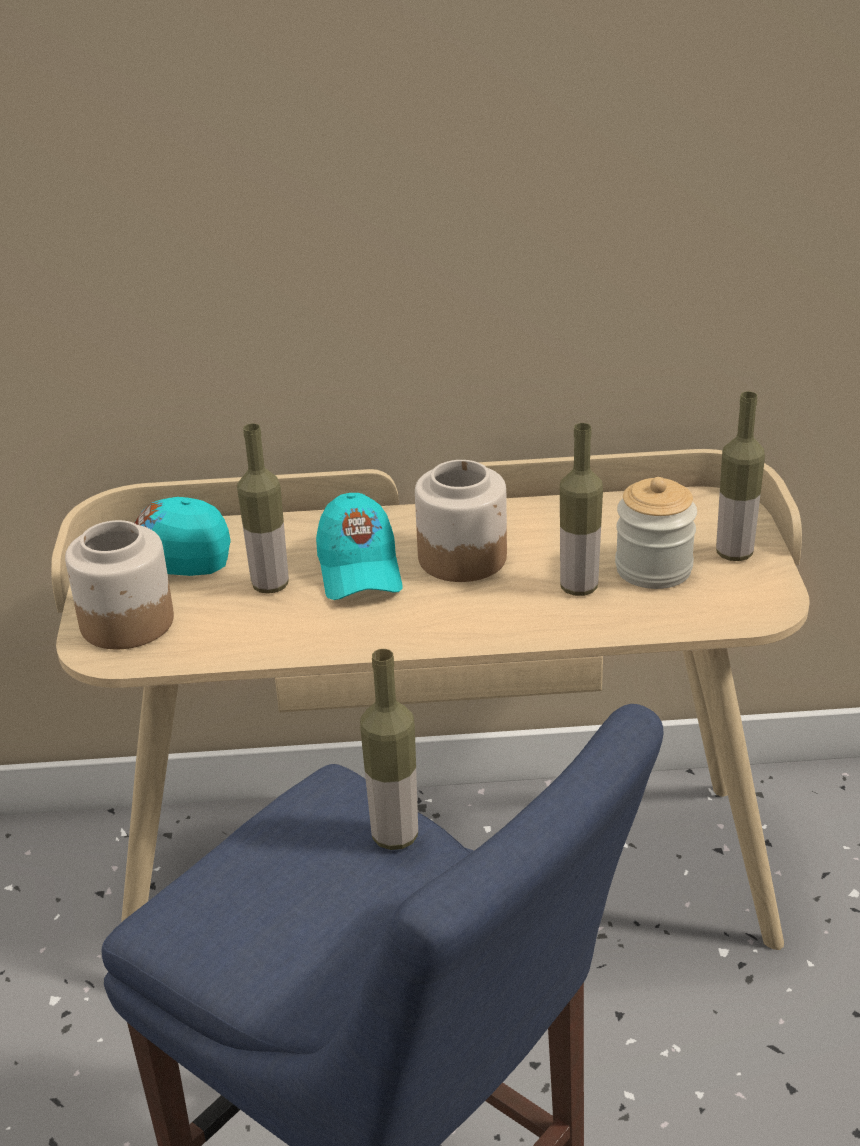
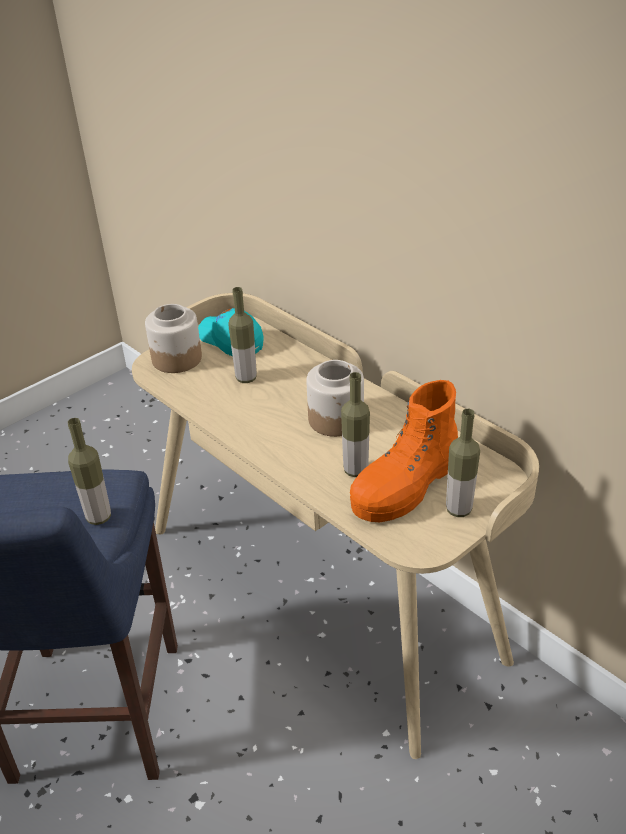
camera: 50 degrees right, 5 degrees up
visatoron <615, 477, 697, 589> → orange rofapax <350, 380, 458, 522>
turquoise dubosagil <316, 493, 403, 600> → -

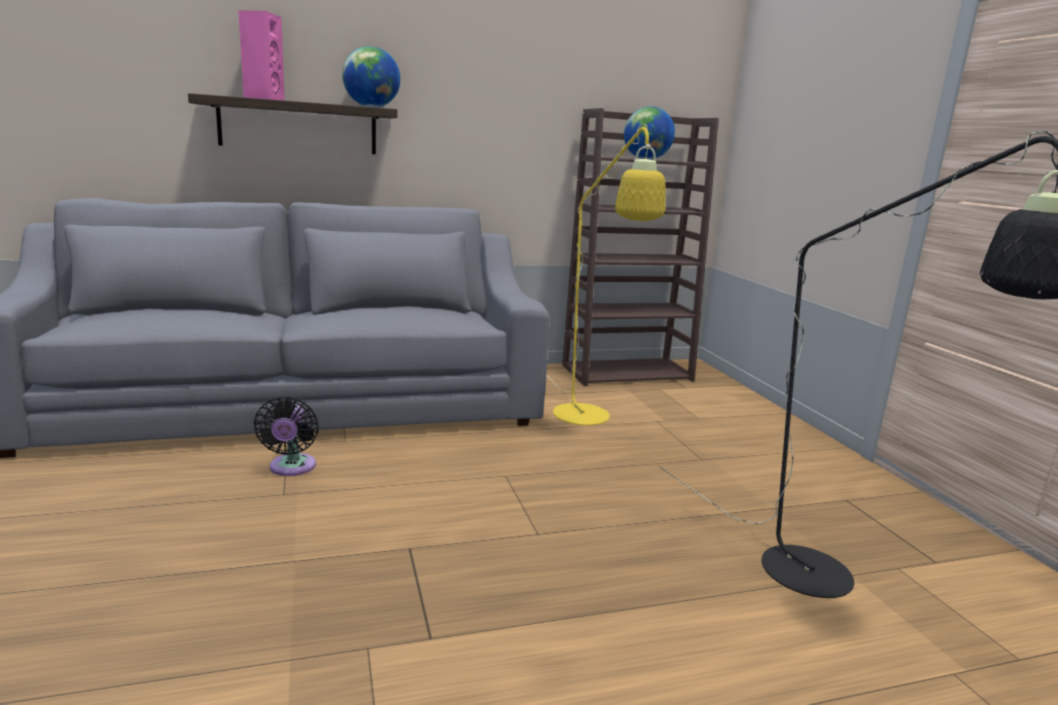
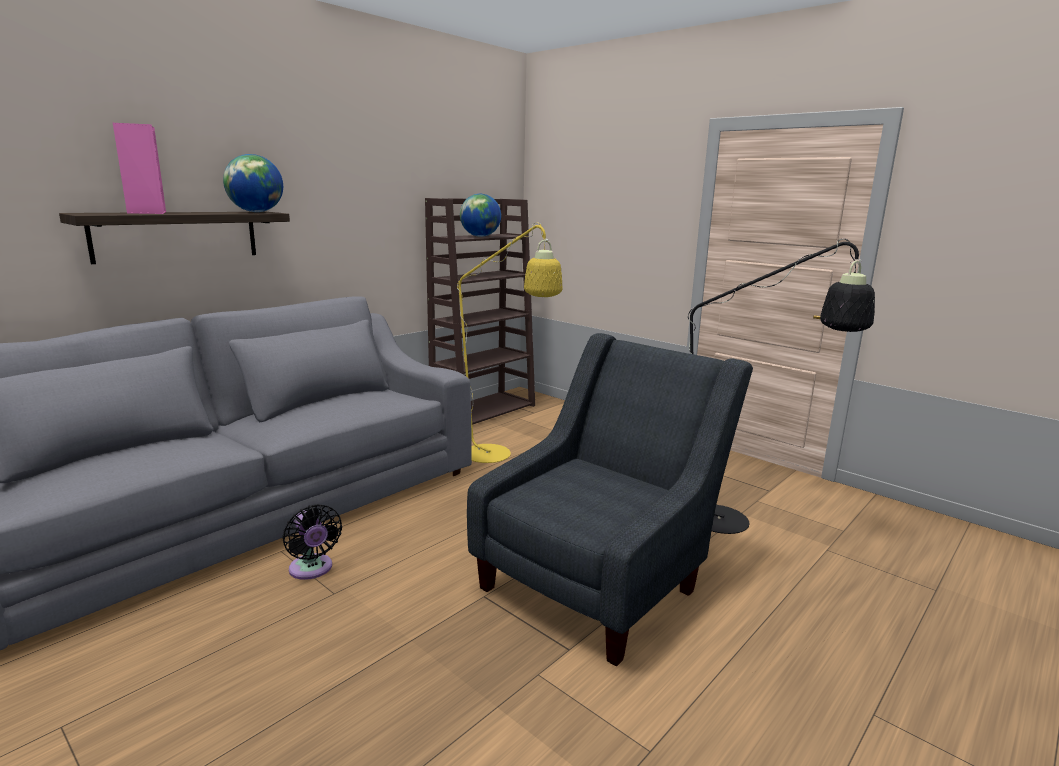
camera: 30 degrees left, 0 degrees up
- → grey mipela <467, 333, 753, 667>

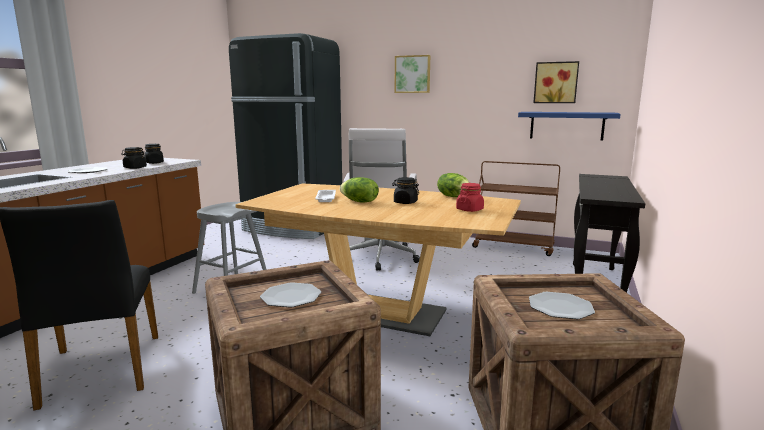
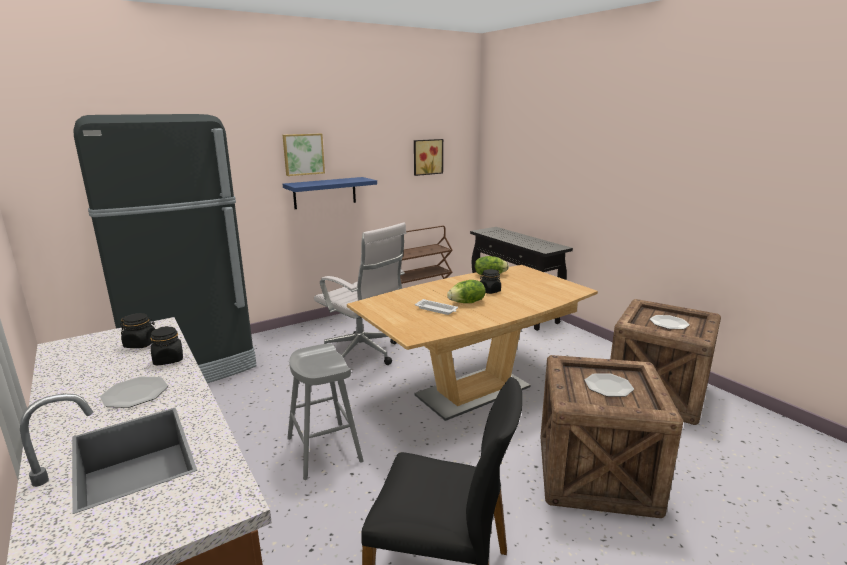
camera: 55 degrees left, 5 degrees up
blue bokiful <518, 112, 621, 141> → blue bokiful <283, 177, 377, 209>, relocated
red visatoron <456, 183, 484, 212> → -

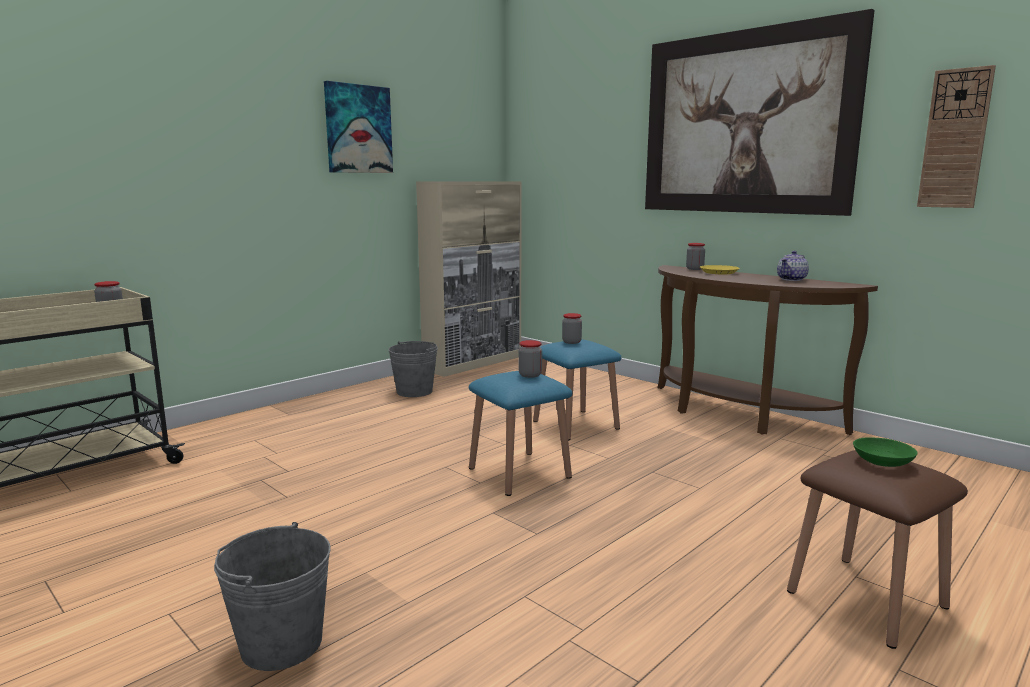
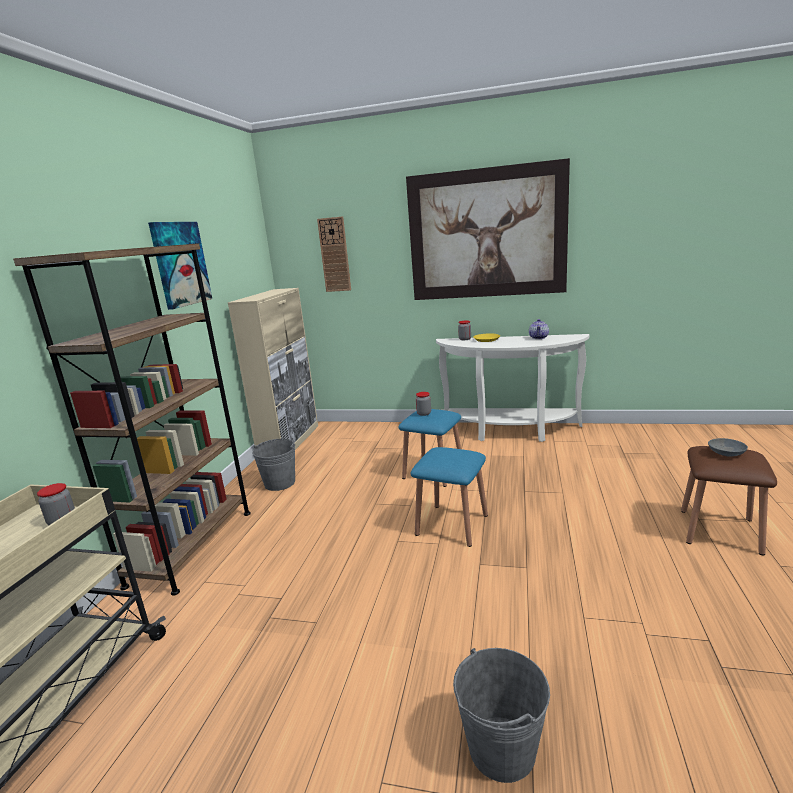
camera: 30 degrees left, 5 degrees up
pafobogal <917, 65, 996, 208> → pafobogal <317, 216, 351, 292>, relocated
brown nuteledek <658, 265, 878, 435> → white nuteledek <436, 334, 589, 442>
visatoron <519, 340, 542, 378> → -
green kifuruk <853, 437, 918, 467> → grey kifuruk <708, 438, 748, 457>
- → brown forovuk <13, 243, 251, 596>

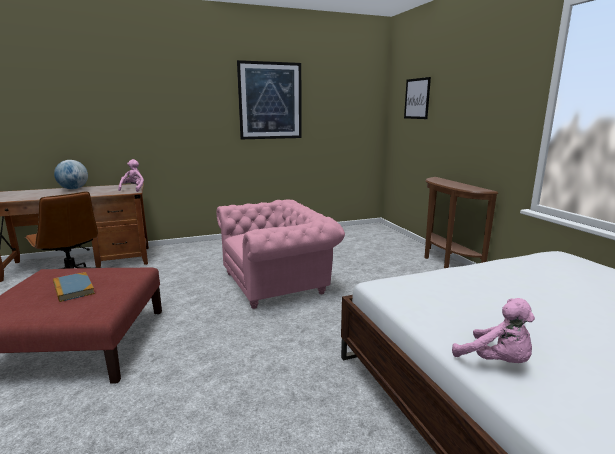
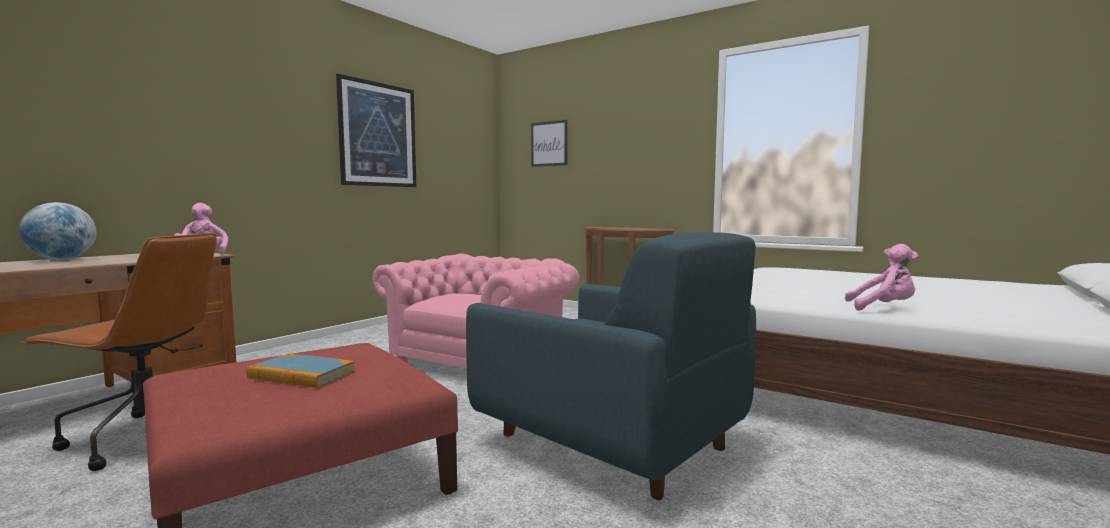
camera: 35 degrees left, 10 degrees down
- → blue mipela <466, 232, 756, 500>

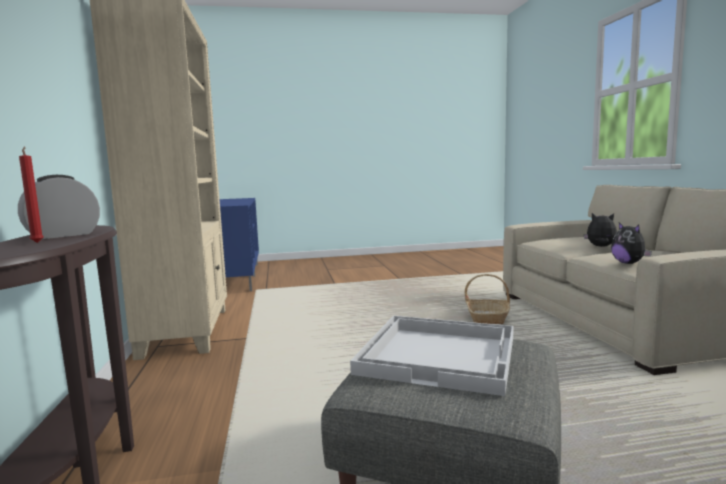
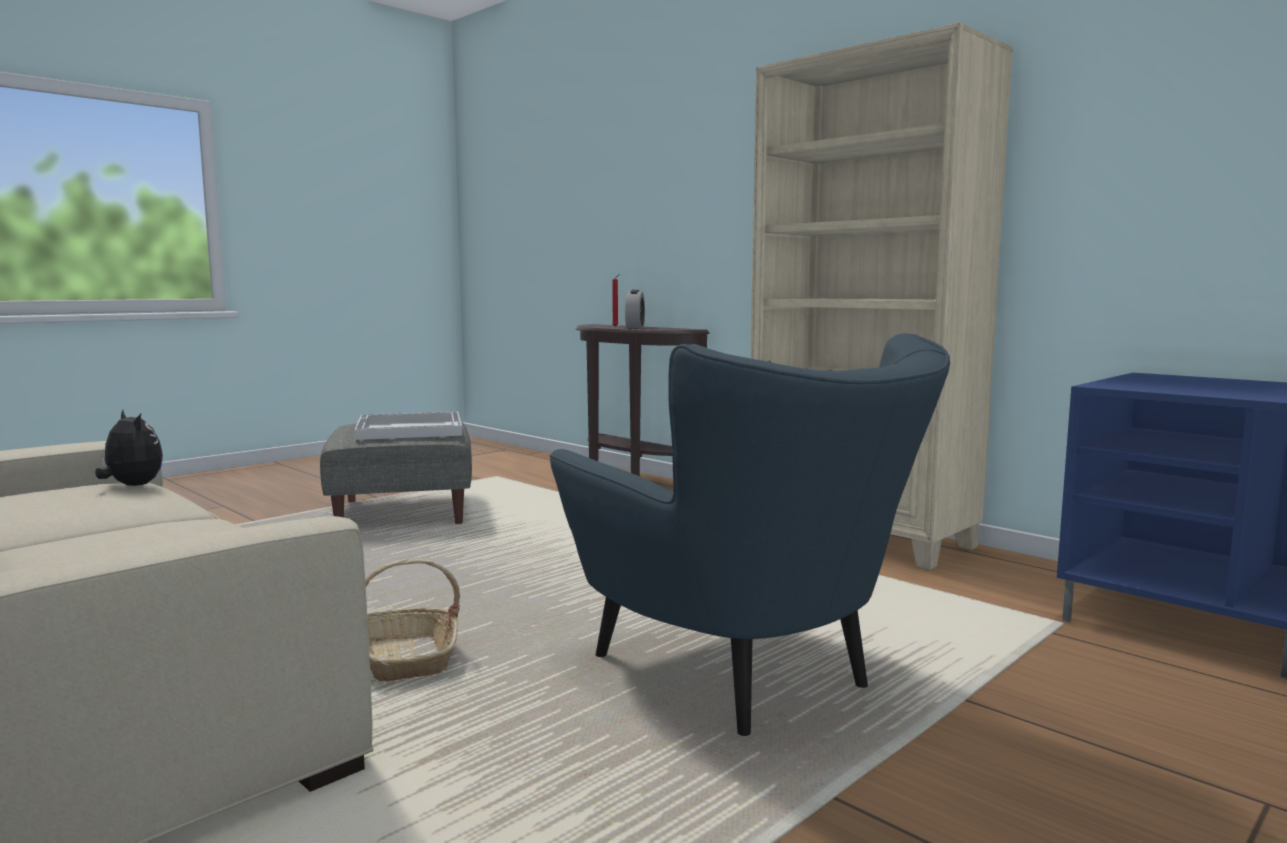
camera: 145 degrees right, 0 degrees up
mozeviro <584, 213, 617, 247> → -
- → blue mipela <550, 333, 950, 736>

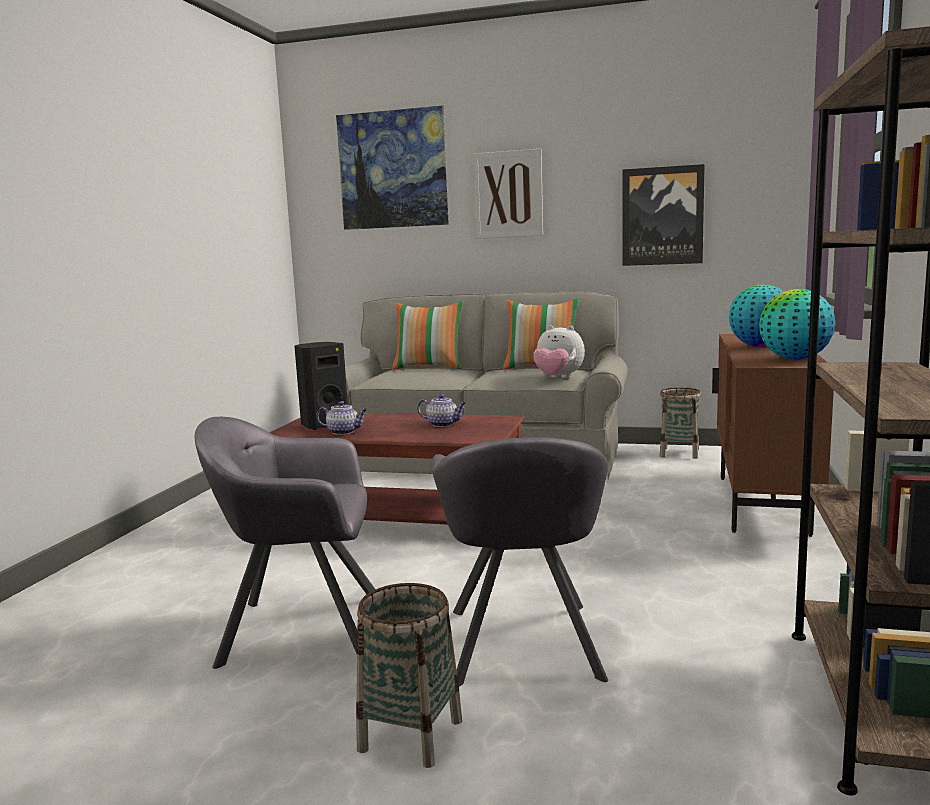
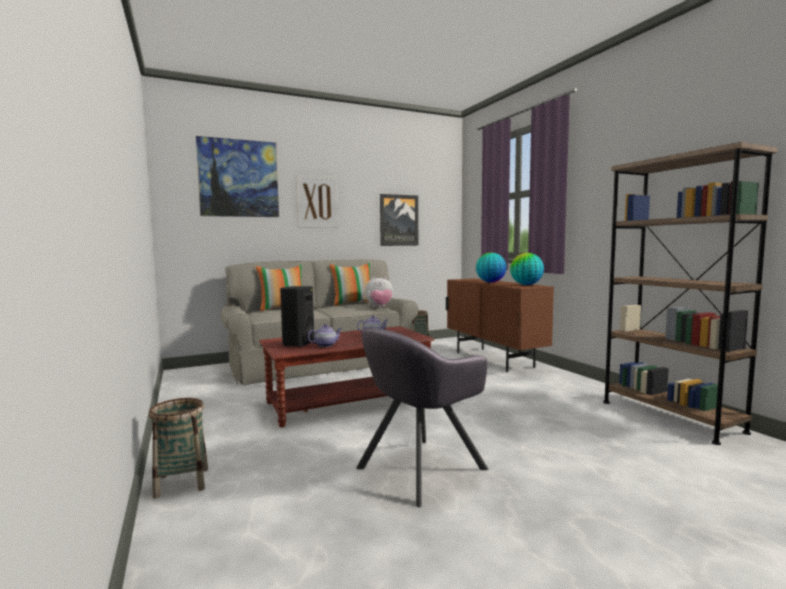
camera: 40 degrees left, 5 degrees down
grey mipela <432, 437, 608, 687> → -
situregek <356, 583, 462, 768> → situregek <149, 398, 208, 499>, relocated

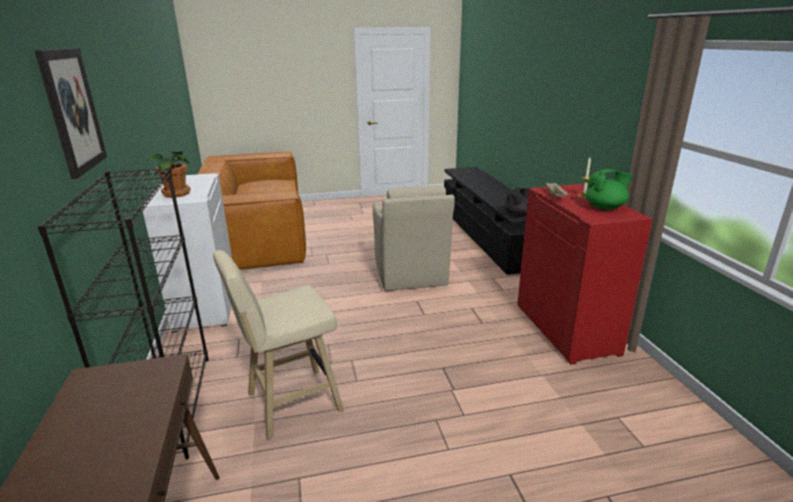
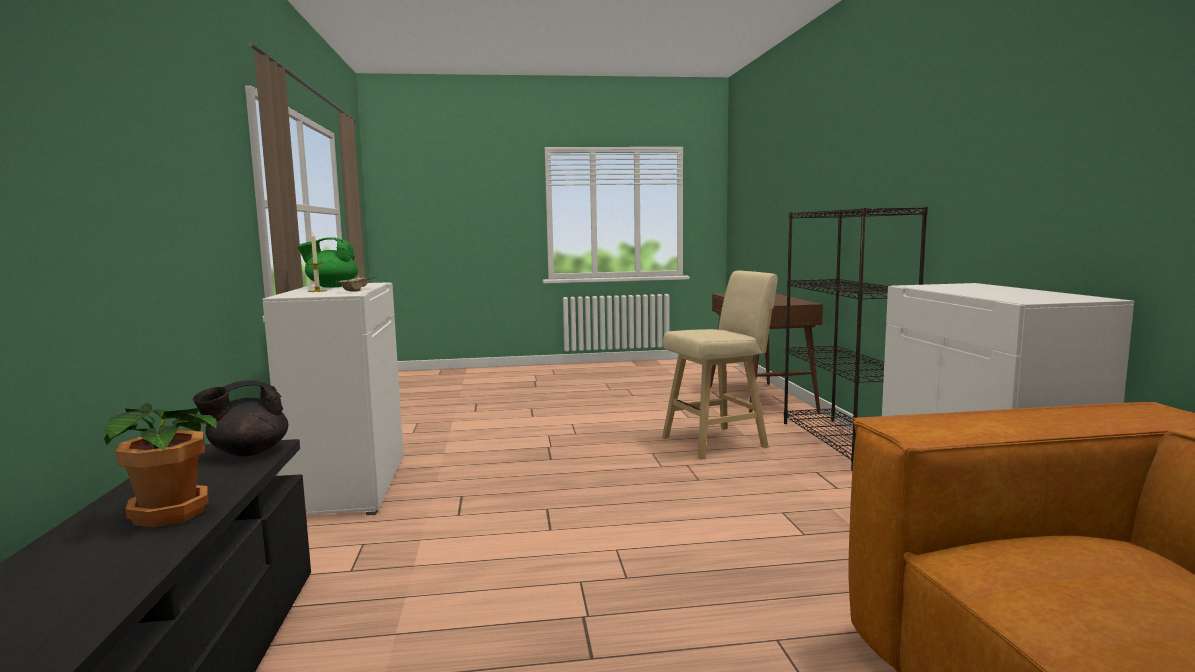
camera: 175 degrees left, 15 degrees down
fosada <35, 48, 107, 179> → -
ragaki <149, 152, 191, 198> → ragaki <104, 403, 216, 528>, relocated
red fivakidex <517, 184, 652, 365> → white fivakidex <263, 282, 403, 515>
beige mipela <373, 186, 455, 291> → -

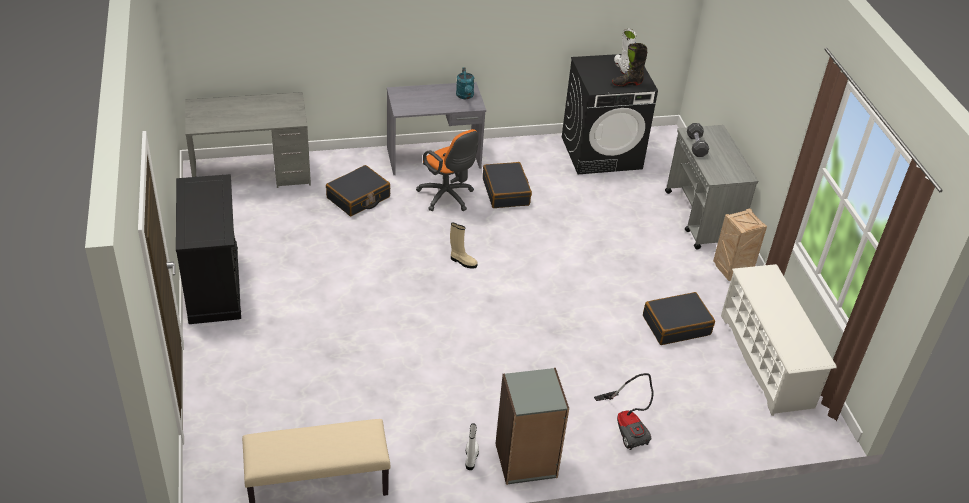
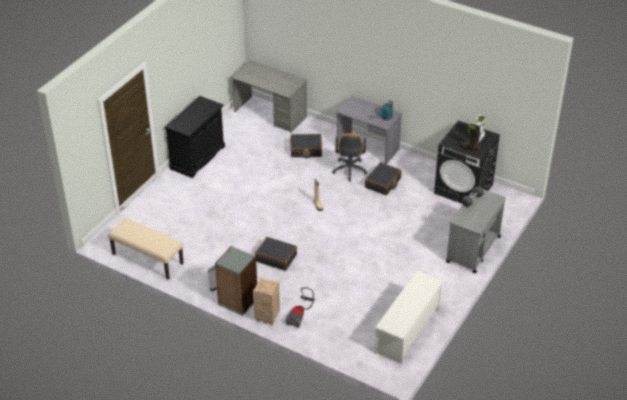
camera: 45 degrees right, 0 degrees up
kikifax <713, 208, 767, 281> → kikifax <253, 277, 280, 325>, relocated
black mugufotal <643, 292, 715, 345> → black mugufotal <255, 237, 297, 271>, relocated

